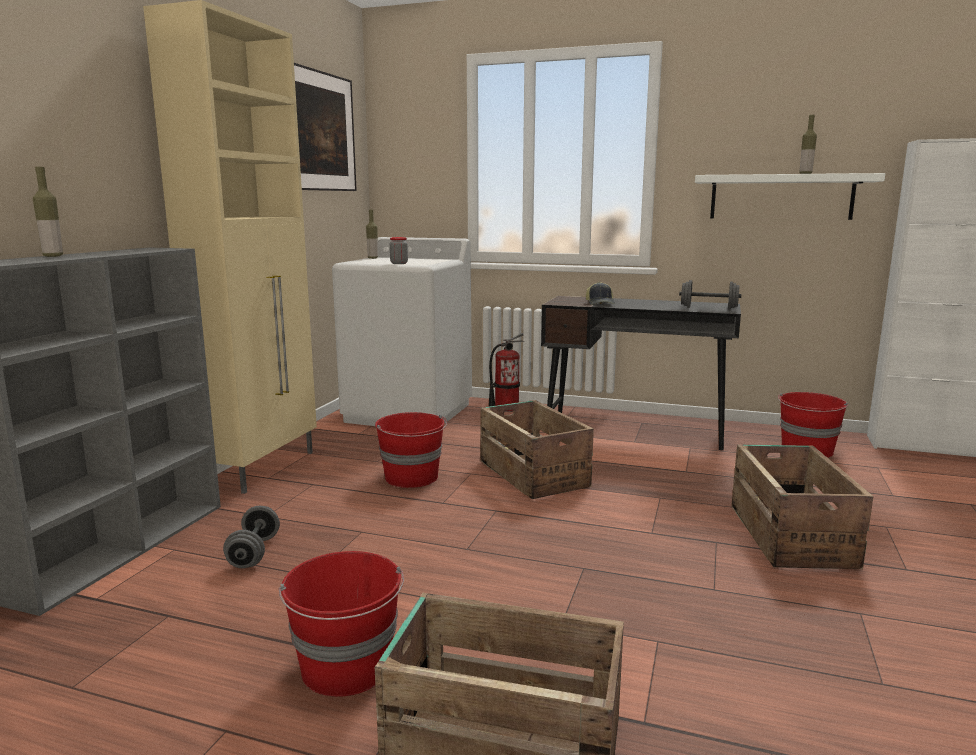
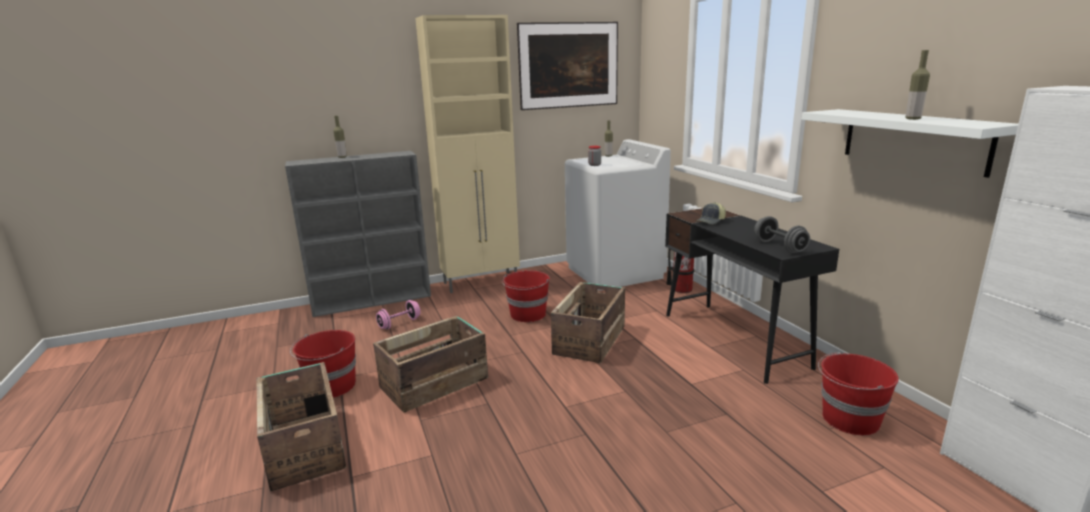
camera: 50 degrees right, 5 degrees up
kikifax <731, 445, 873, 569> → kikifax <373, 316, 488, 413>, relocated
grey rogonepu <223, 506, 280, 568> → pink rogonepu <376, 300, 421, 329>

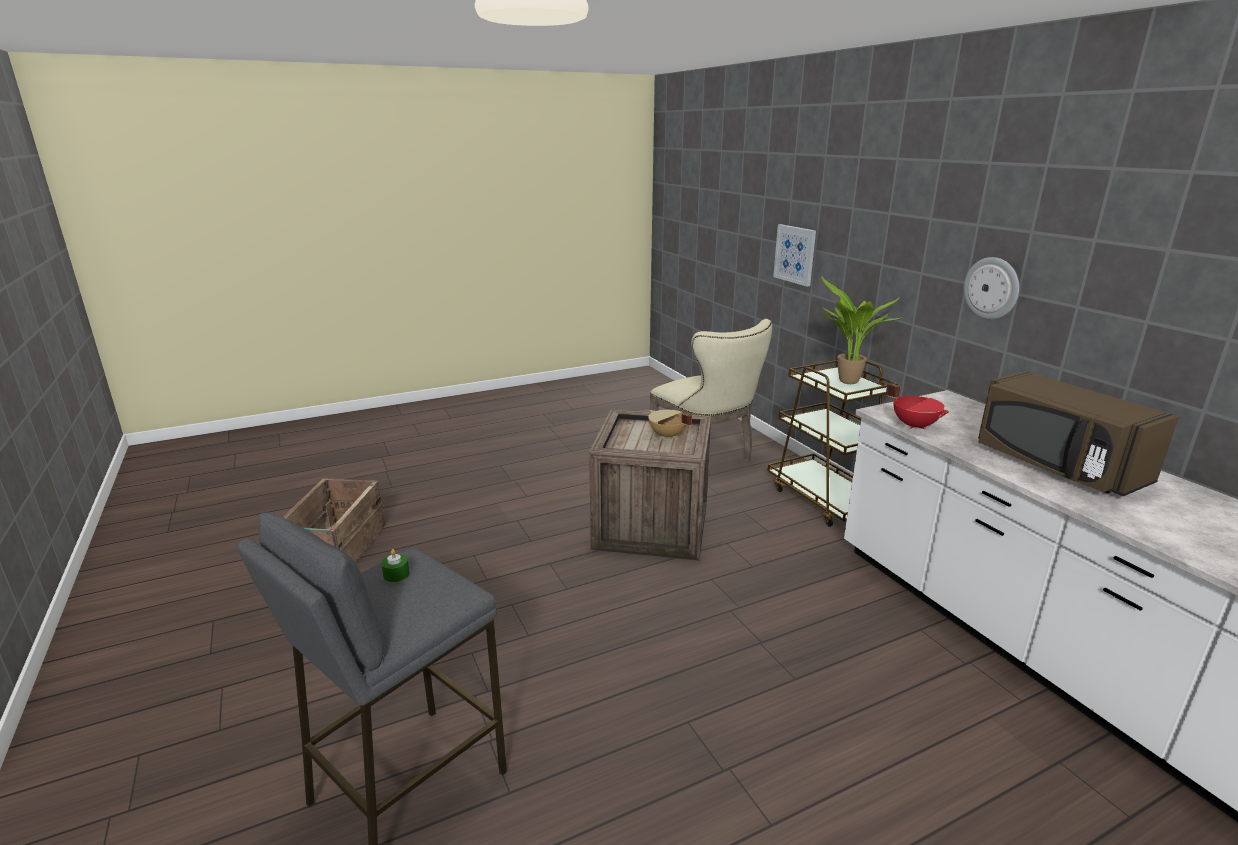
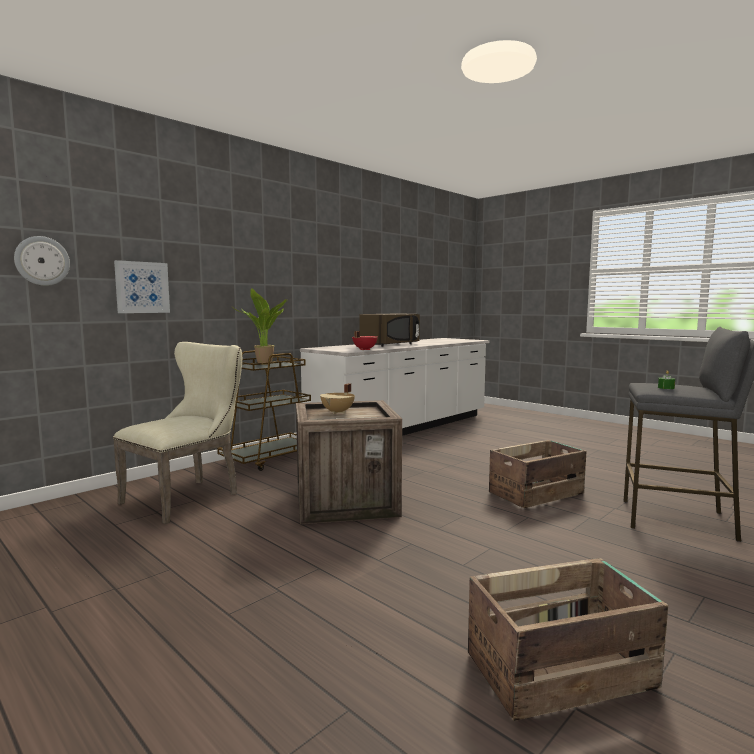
camera: 110 degrees left, 15 degrees down
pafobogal <964, 257, 1019, 319> → pafobogal <14, 236, 70, 286>, relocated
- → kikifax <489, 440, 586, 508>

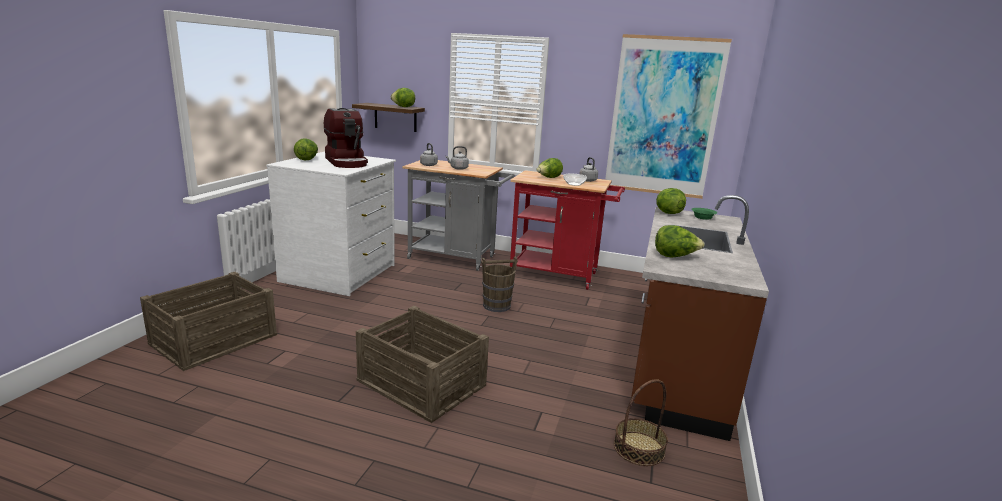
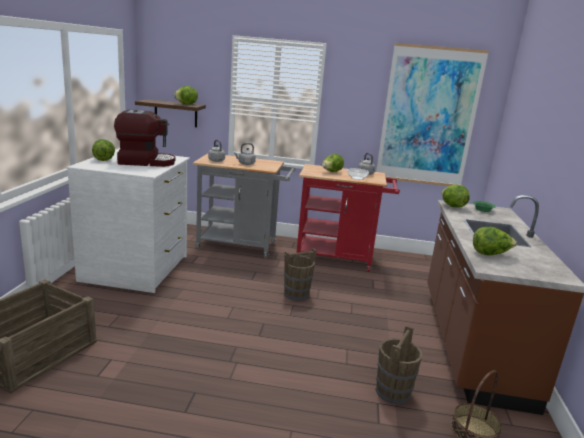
camera: 10 degrees left, 0 degrees up
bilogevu <324, 108, 368, 168> → bilogevu <114, 109, 175, 167>, 60 degrees counterclockwise
kikifax <356, 306, 489, 423> → -
- → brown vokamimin <376, 325, 422, 404>

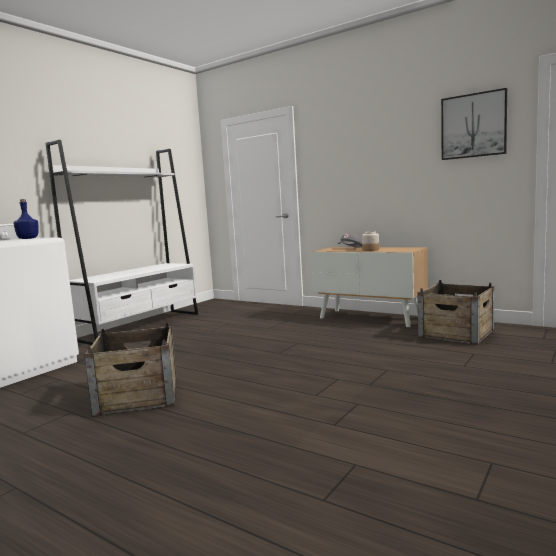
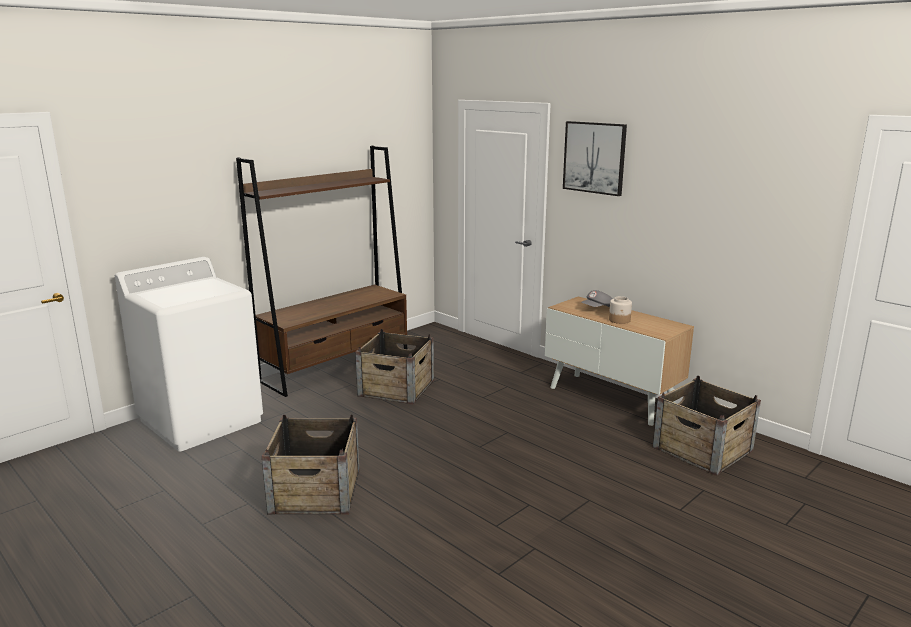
camera: 10 degrees right, 10 degrees up
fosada <441, 88, 507, 160> → fosada <563, 121, 627, 196>, relocated
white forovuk <46, 140, 198, 345> → brown forovuk <236, 146, 407, 397>
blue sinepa <13, 199, 39, 239> → -
- → kikifax <355, 329, 434, 404>

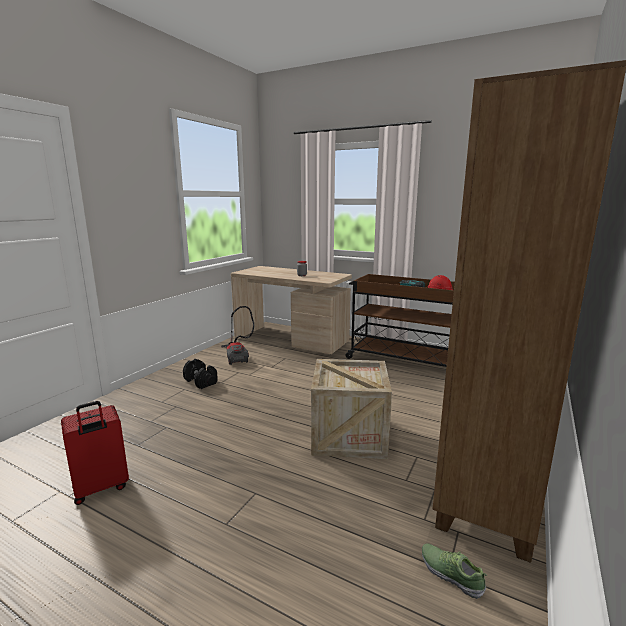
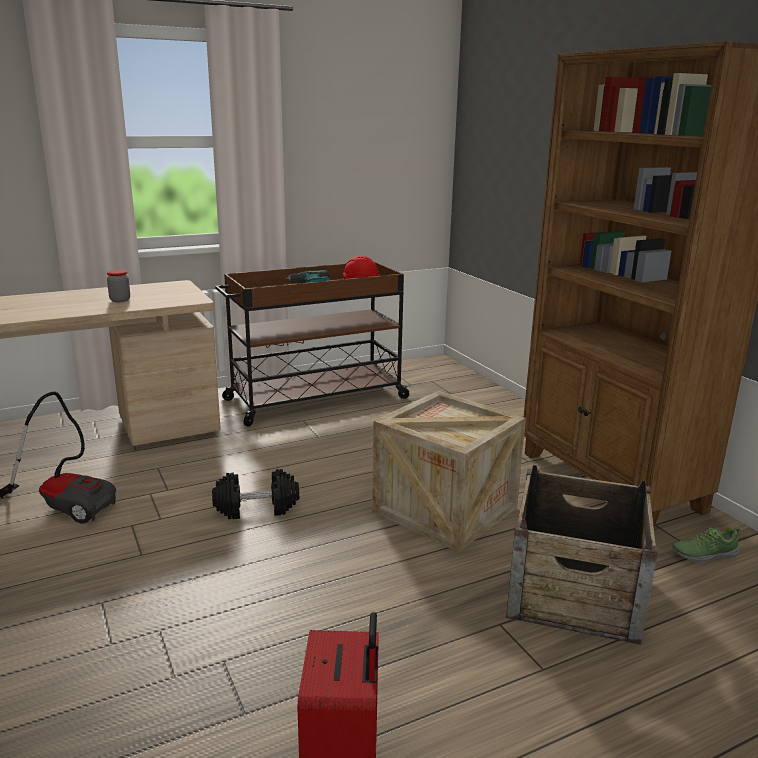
camera: 55 degrees left, 5 degrees up
black rogonepu <183, 359, 218, 389> → black rogonepu <212, 469, 299, 519>, relocated
- → kikifax <506, 465, 658, 645>

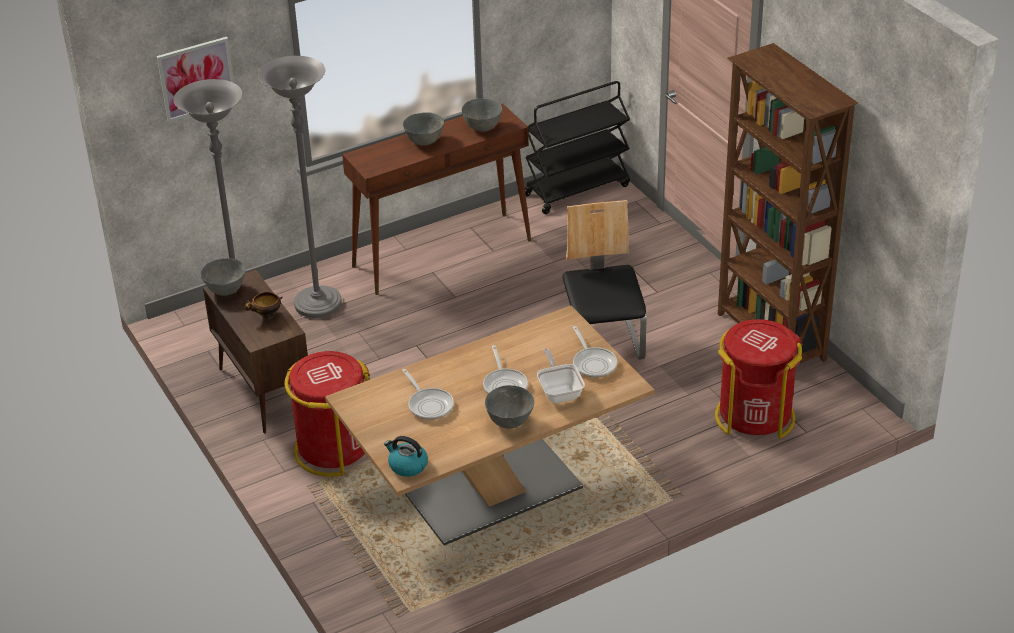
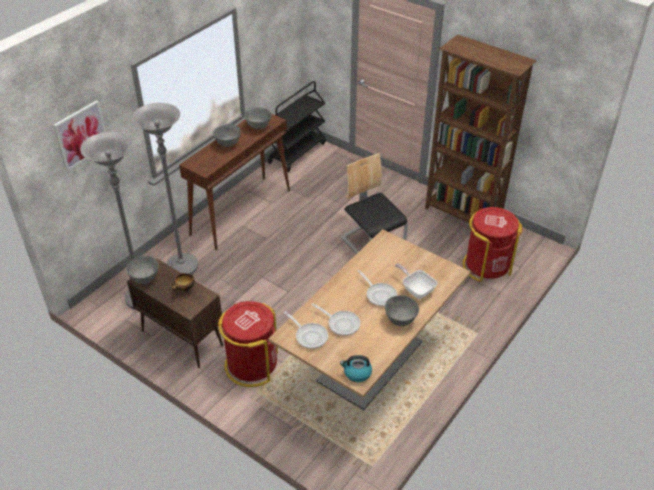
camera: 25 degrees left, 5 degrees up
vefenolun <573, 326, 617, 378> → vefenolun <284, 311, 328, 349>, relocated

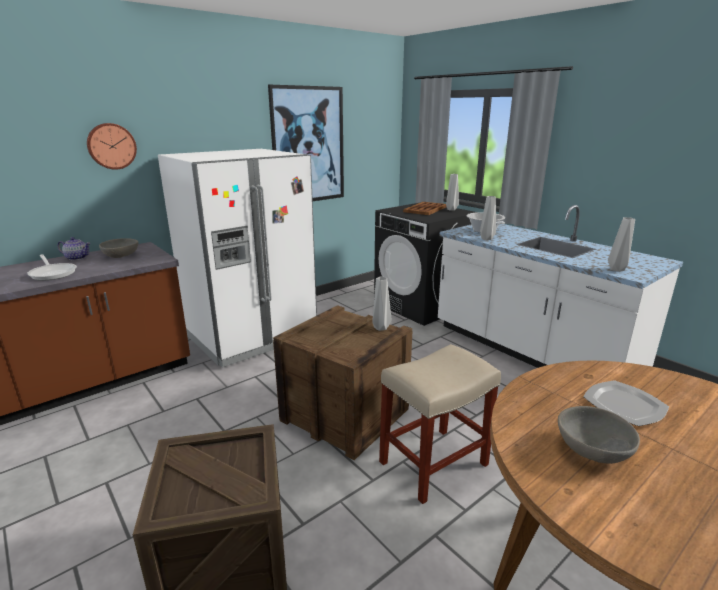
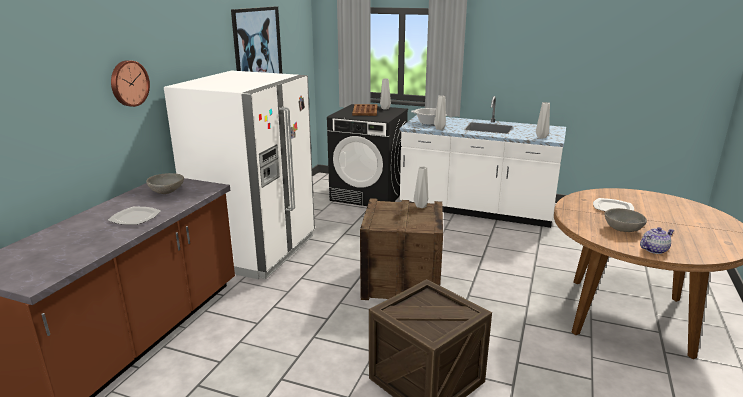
camera: 30 degrees left, 0 degrees up
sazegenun <57, 237, 91, 260> → sazegenun <640, 227, 675, 254>, relocated
vefenolun <27, 254, 77, 281> → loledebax <108, 207, 161, 225>
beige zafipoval <379, 344, 501, 504> → -

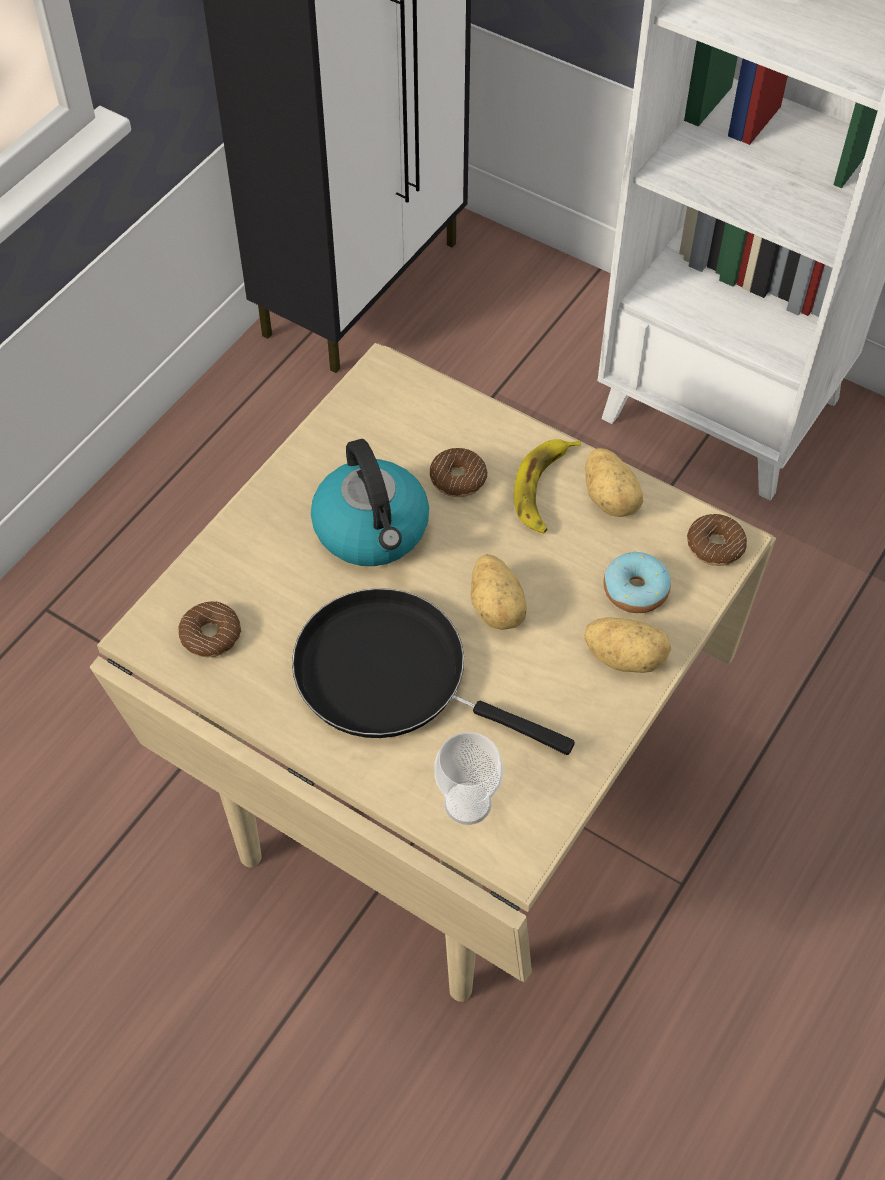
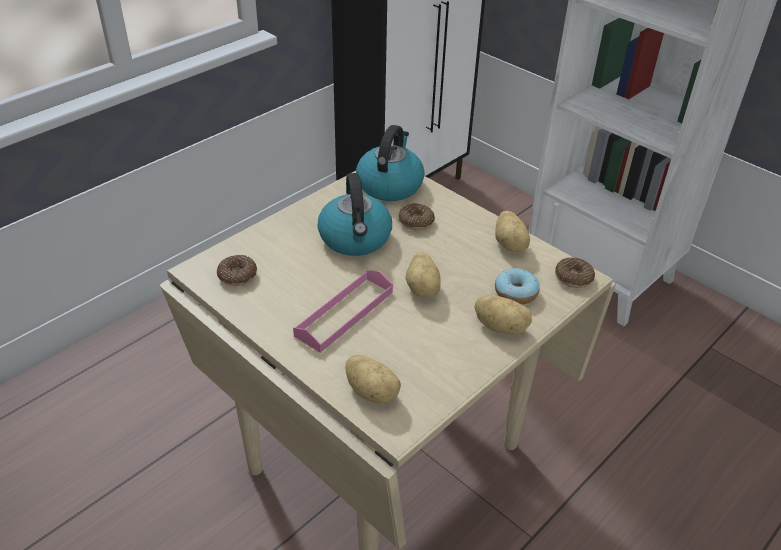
camera: 10 degrees right, 15 degrees down
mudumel <514, 439, 581, 533> → -
black vefenolun <292, 588, 575, 755> → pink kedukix <293, 270, 393, 353>
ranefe <434, 732, 503, 825> → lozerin <346, 355, 401, 404>
- → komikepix <356, 125, 425, 201>

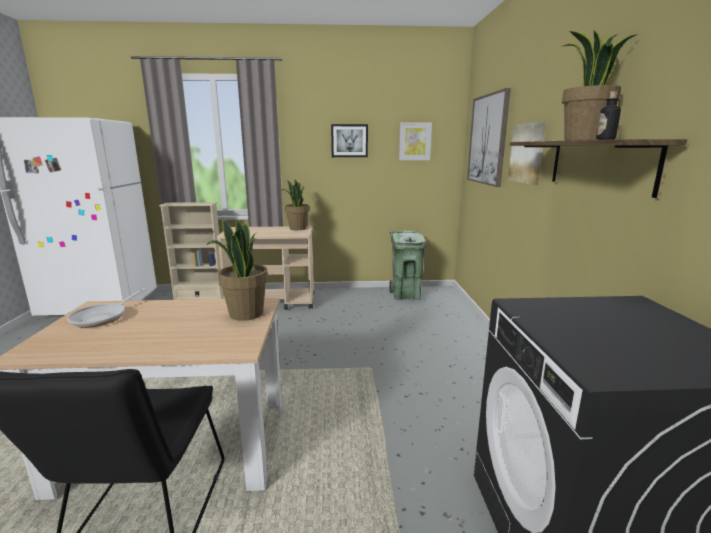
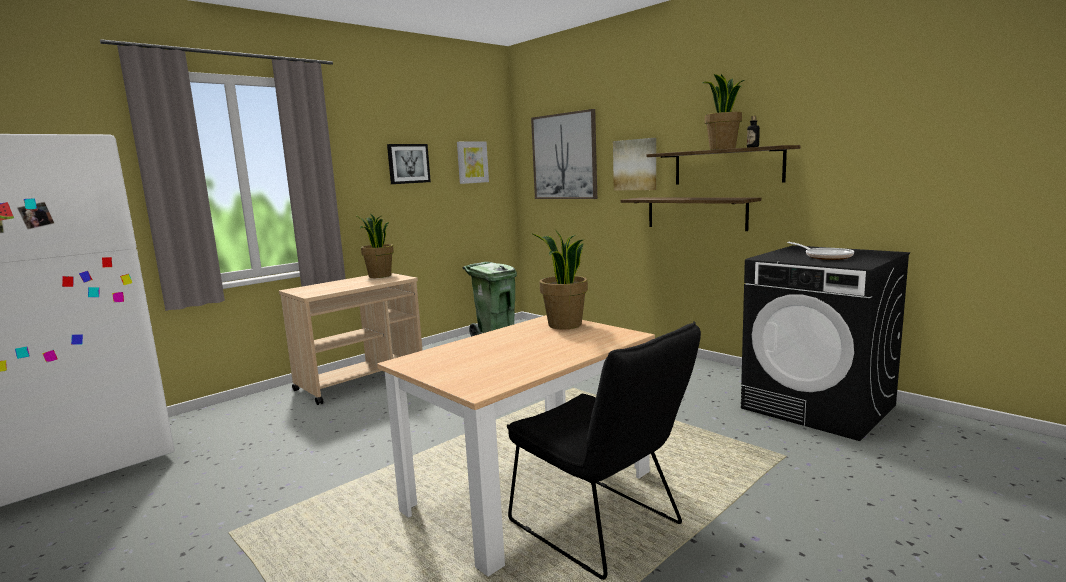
camera: 40 degrees left, 5 degrees down
beige forovuk <159, 202, 224, 300> → -
vefenolun <67, 288, 147, 328> → vefenolun <787, 242, 854, 260>, relocated
- → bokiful <621, 197, 761, 231>

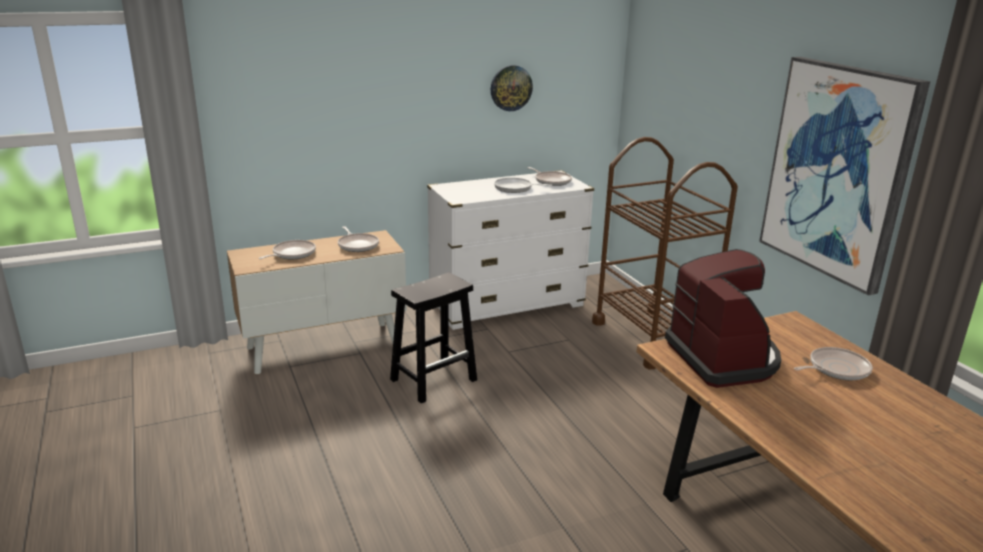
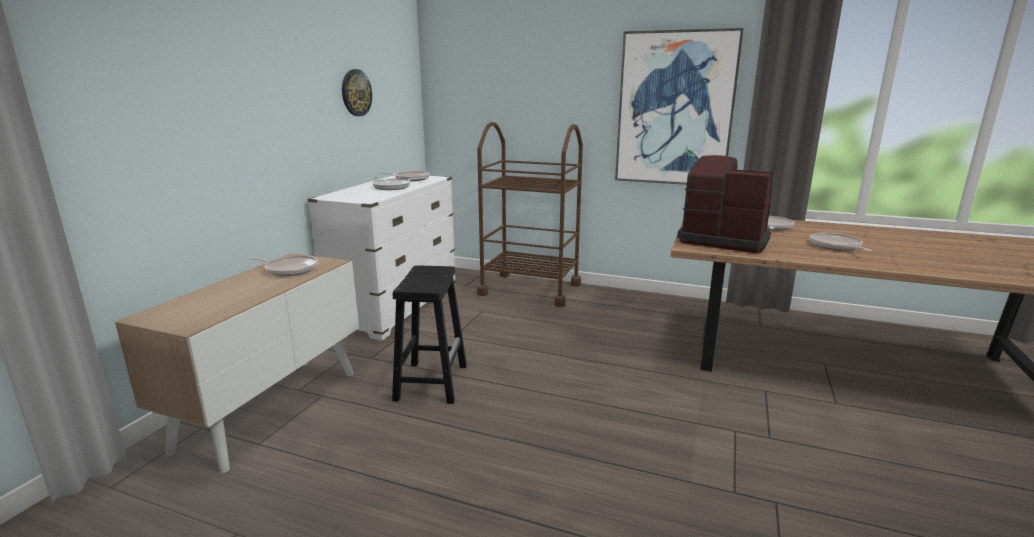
camera: 45 degrees left, 5 degrees down
vefenolun <258, 240, 316, 259> → vefenolun <810, 233, 872, 252>, relocated

